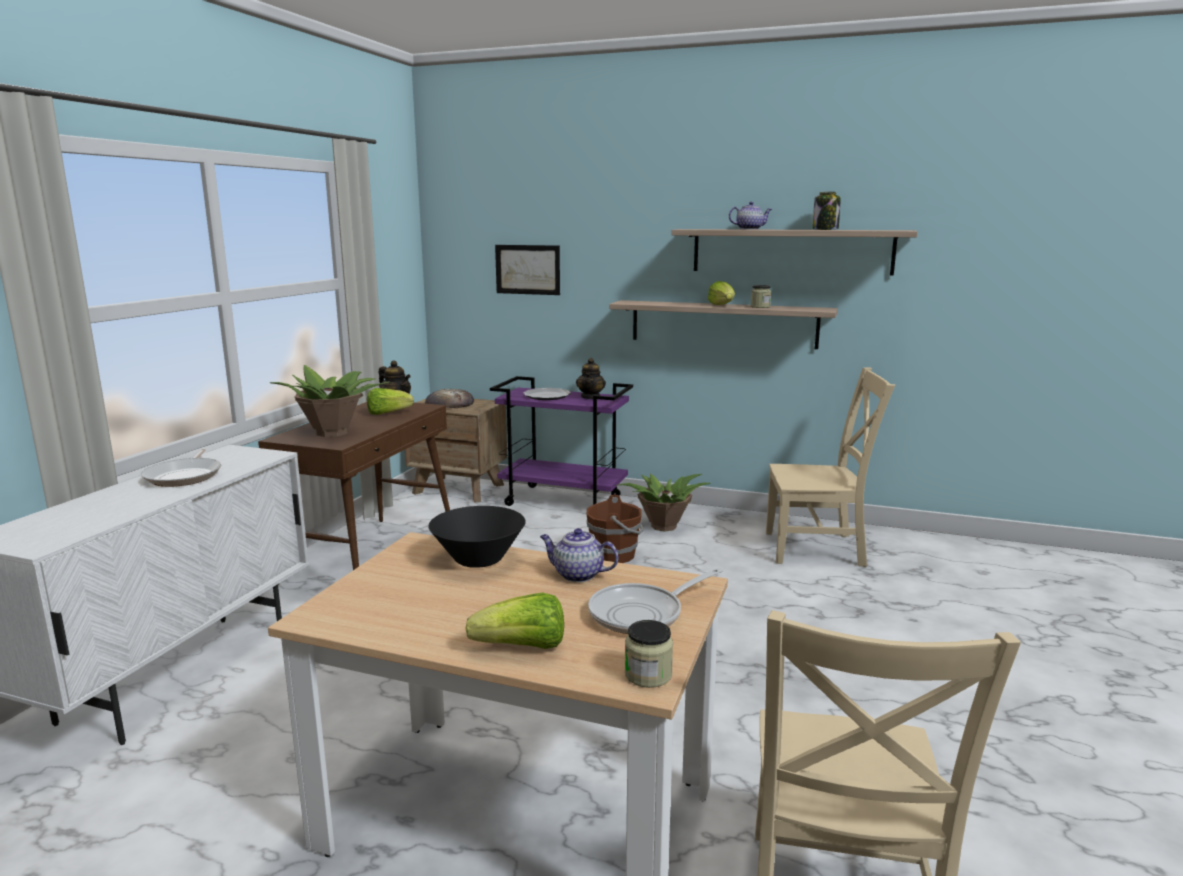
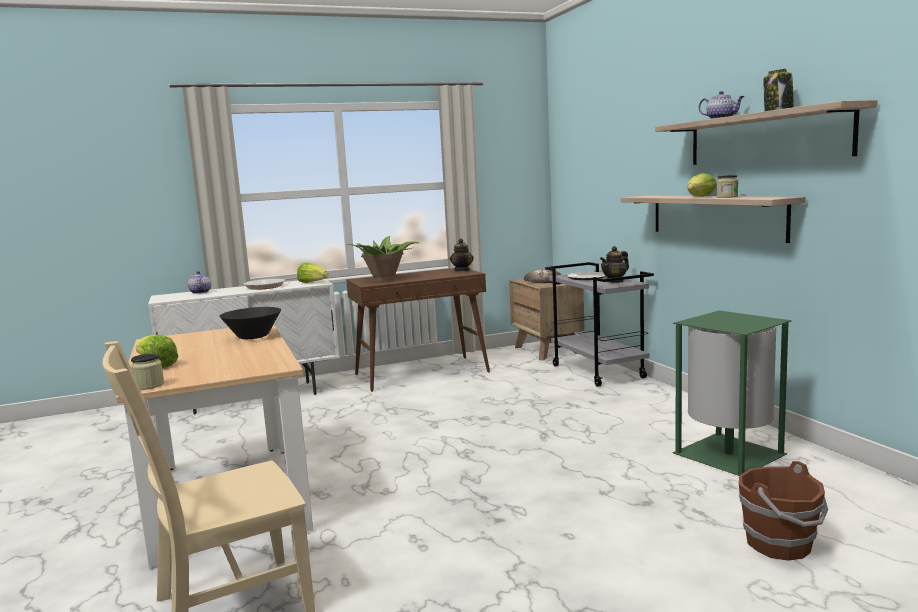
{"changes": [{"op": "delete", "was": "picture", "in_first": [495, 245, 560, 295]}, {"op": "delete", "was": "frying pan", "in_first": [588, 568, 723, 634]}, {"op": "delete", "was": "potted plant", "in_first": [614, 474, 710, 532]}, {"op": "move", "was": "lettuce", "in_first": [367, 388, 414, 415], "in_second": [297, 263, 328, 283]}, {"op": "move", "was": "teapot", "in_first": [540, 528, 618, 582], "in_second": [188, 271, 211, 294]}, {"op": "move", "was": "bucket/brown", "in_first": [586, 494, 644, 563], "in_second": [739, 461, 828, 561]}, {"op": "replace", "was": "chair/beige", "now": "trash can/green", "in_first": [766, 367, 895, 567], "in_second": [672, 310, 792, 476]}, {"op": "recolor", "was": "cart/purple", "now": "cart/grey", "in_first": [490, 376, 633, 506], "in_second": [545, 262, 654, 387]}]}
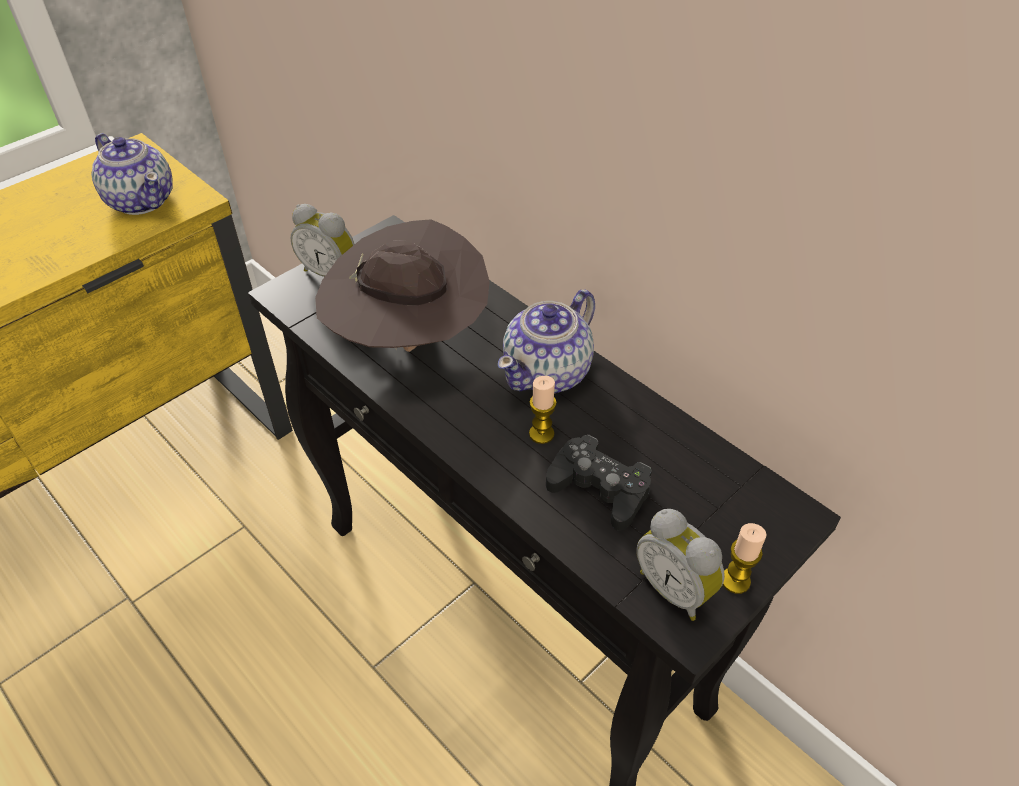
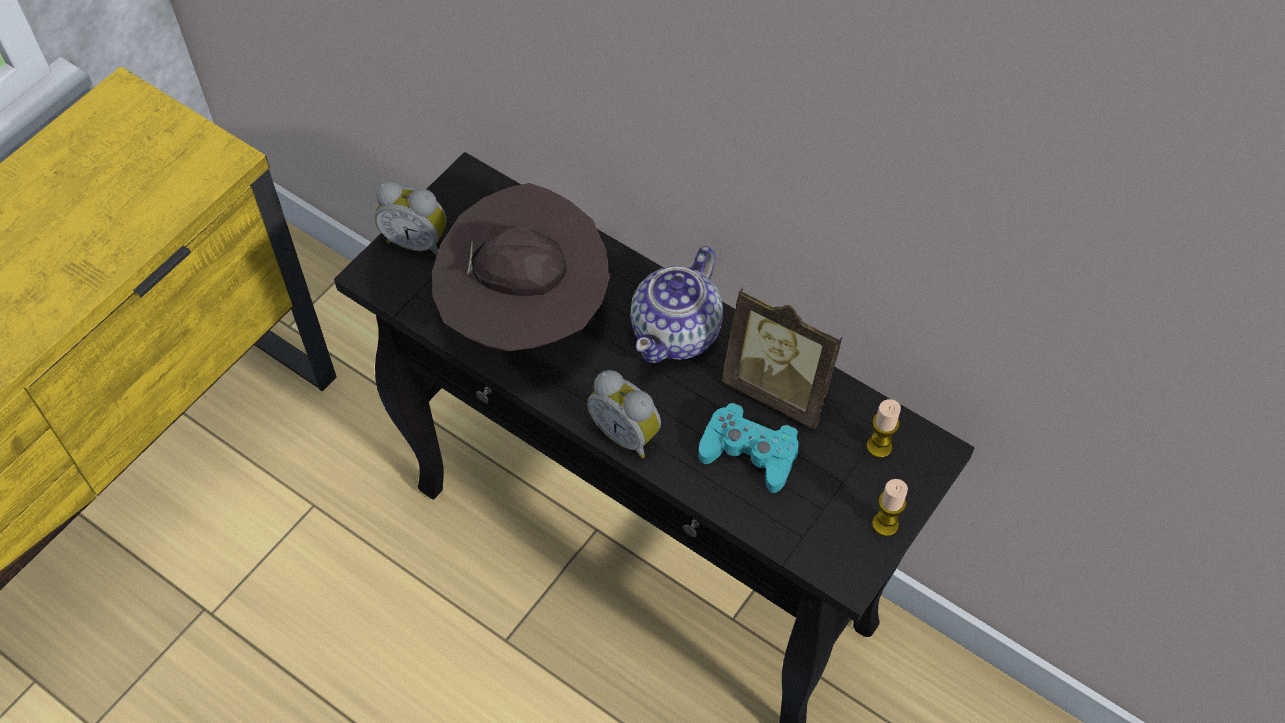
{"changes": [{"op": "delete", "was": "teapot", "in_first": [91, 133, 173, 215]}, {"op": "insert", "now": "picture frame", "in_second": [722, 287, 842, 429]}, {"op": "move", "was": "candle", "in_first": [529, 376, 557, 444], "in_second": [867, 399, 901, 458]}, {"op": "move", "was": "alarm clock", "in_first": [636, 509, 725, 621], "in_second": [587, 370, 661, 459]}, {"op": "recolor", "was": "game controller/black", "now": "game controller/turquoise", "in_first": [546, 435, 652, 531], "in_second": [699, 403, 799, 493]}]}
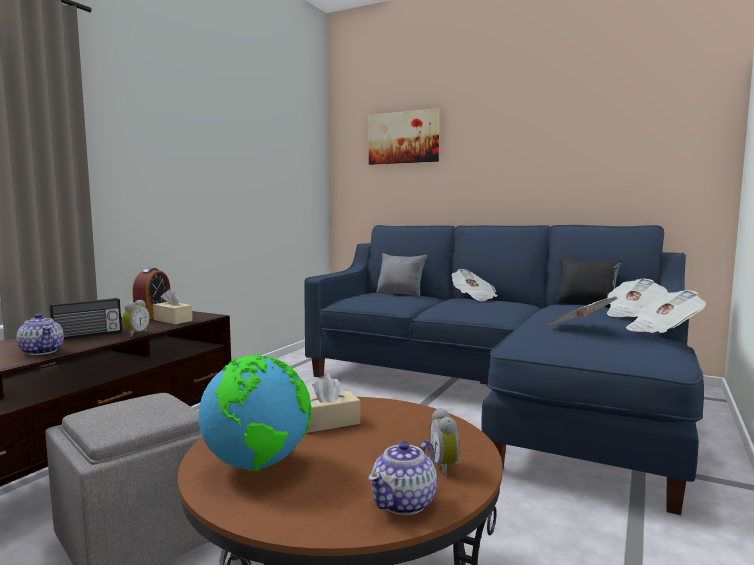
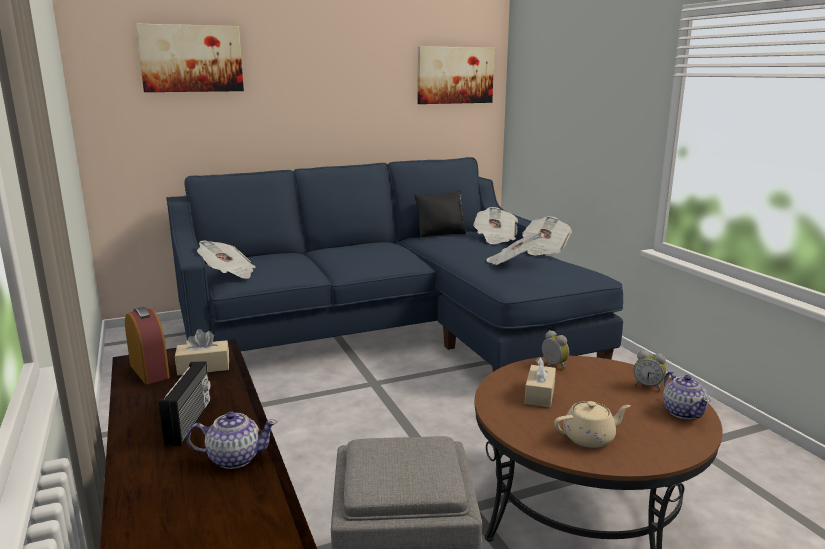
{"changes": [{"op": "delete", "was": "pillow/grey", "in_first": [376, 253, 427, 297]}, {"op": "insert", "now": "picture", "in_second": [418, 46, 494, 104]}, {"op": "move", "was": "alarm clock", "in_first": [122, 300, 150, 337], "in_second": [542, 330, 569, 369]}, {"op": "move", "was": "newspaper", "in_first": [451, 269, 498, 301], "in_second": [197, 241, 256, 279]}, {"op": "replace", "was": "globe", "now": "teapot/beige", "in_first": [198, 355, 312, 472], "in_second": [554, 401, 631, 448]}]}
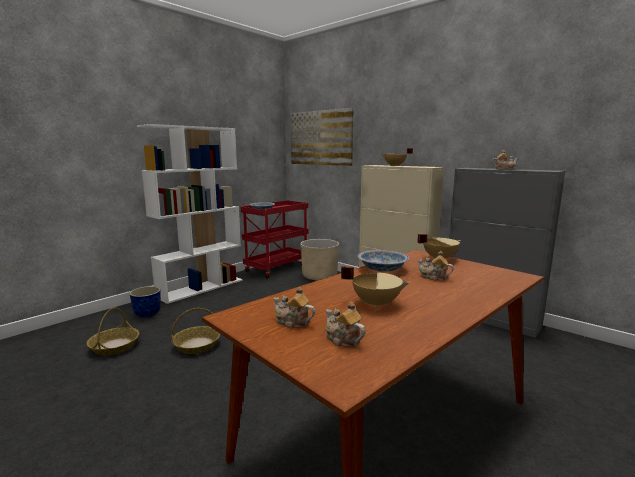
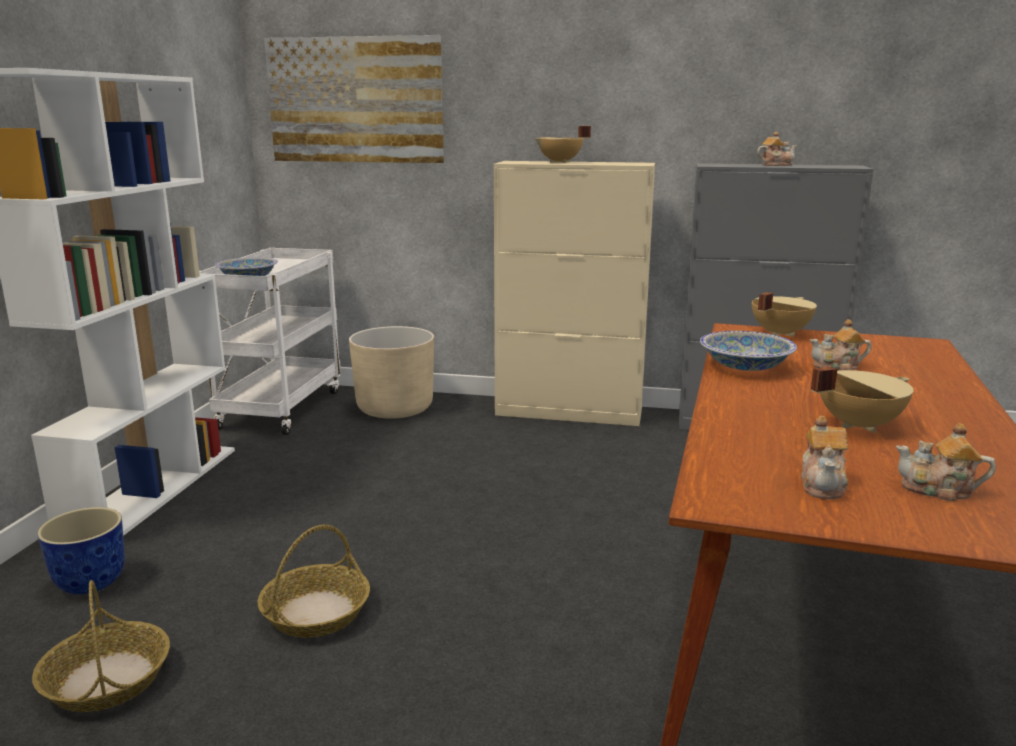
{"changes": [{"op": "recolor", "was": "cart/red", "now": "cart/white", "in_first": [241, 200, 308, 279], "in_second": [199, 248, 341, 435]}, {"op": "rotate", "was": "teapot", "in_first": [273, 287, 315, 328], "in_second": [801, 416, 848, 499], "clockwise": -75}]}
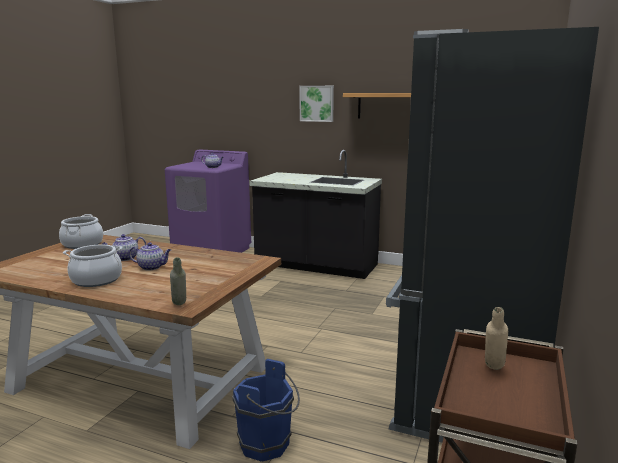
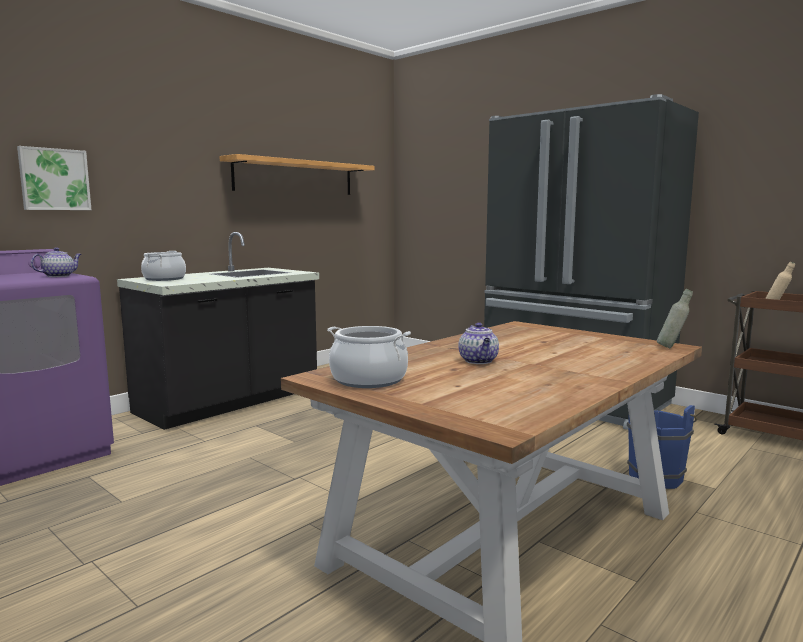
{"changes": [{"op": "delete", "was": "teapot", "in_first": [129, 242, 171, 270]}, {"op": "move", "was": "cooking pot", "in_first": [63, 245, 123, 287], "in_second": [141, 251, 186, 281]}, {"op": "move", "was": "picture", "in_first": [300, 86, 334, 122], "in_second": [17, 146, 91, 210]}]}
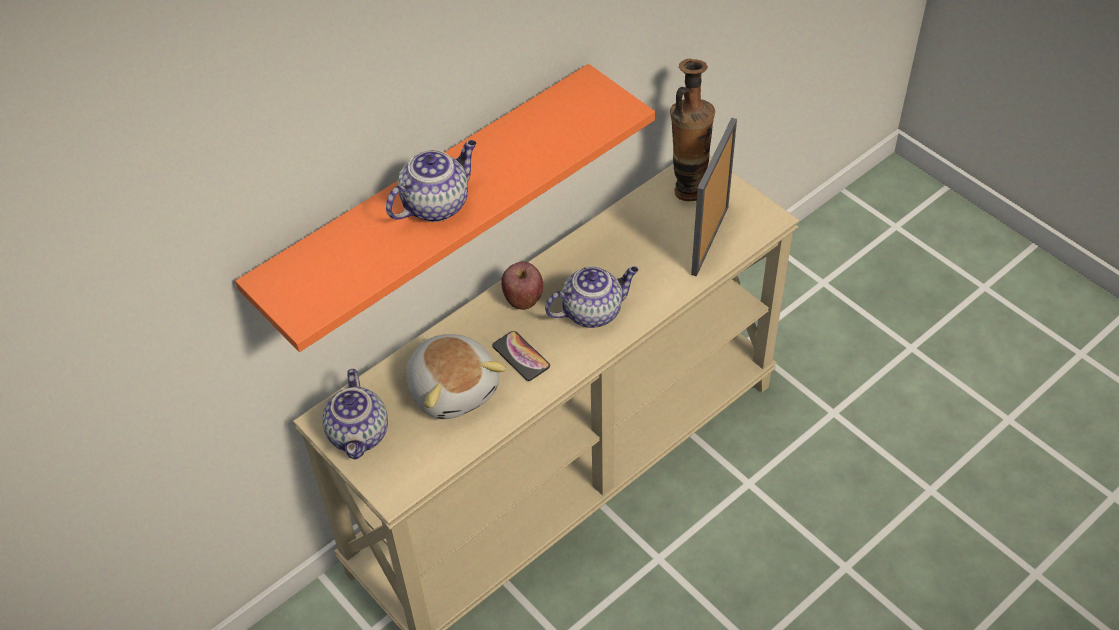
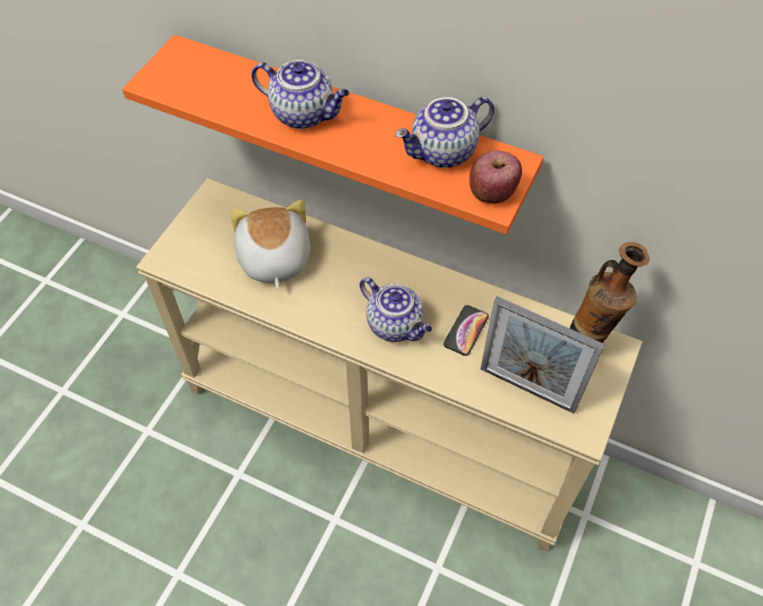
{"changes": [{"op": "move", "was": "teapot", "in_first": [322, 369, 388, 460], "in_second": [395, 97, 494, 168]}, {"op": "move", "was": "phone", "in_first": [492, 331, 550, 381], "in_second": [443, 305, 489, 356]}, {"op": "move", "was": "apple", "in_first": [501, 262, 543, 310], "in_second": [469, 150, 522, 204]}, {"op": "rotate", "was": "plush toy", "in_first": [406, 334, 507, 419], "in_second": [230, 200, 310, 289], "clockwise": 135}, {"op": "rotate", "was": "picture frame", "in_first": [691, 118, 737, 276], "in_second": [481, 296, 605, 414], "clockwise": -150}]}
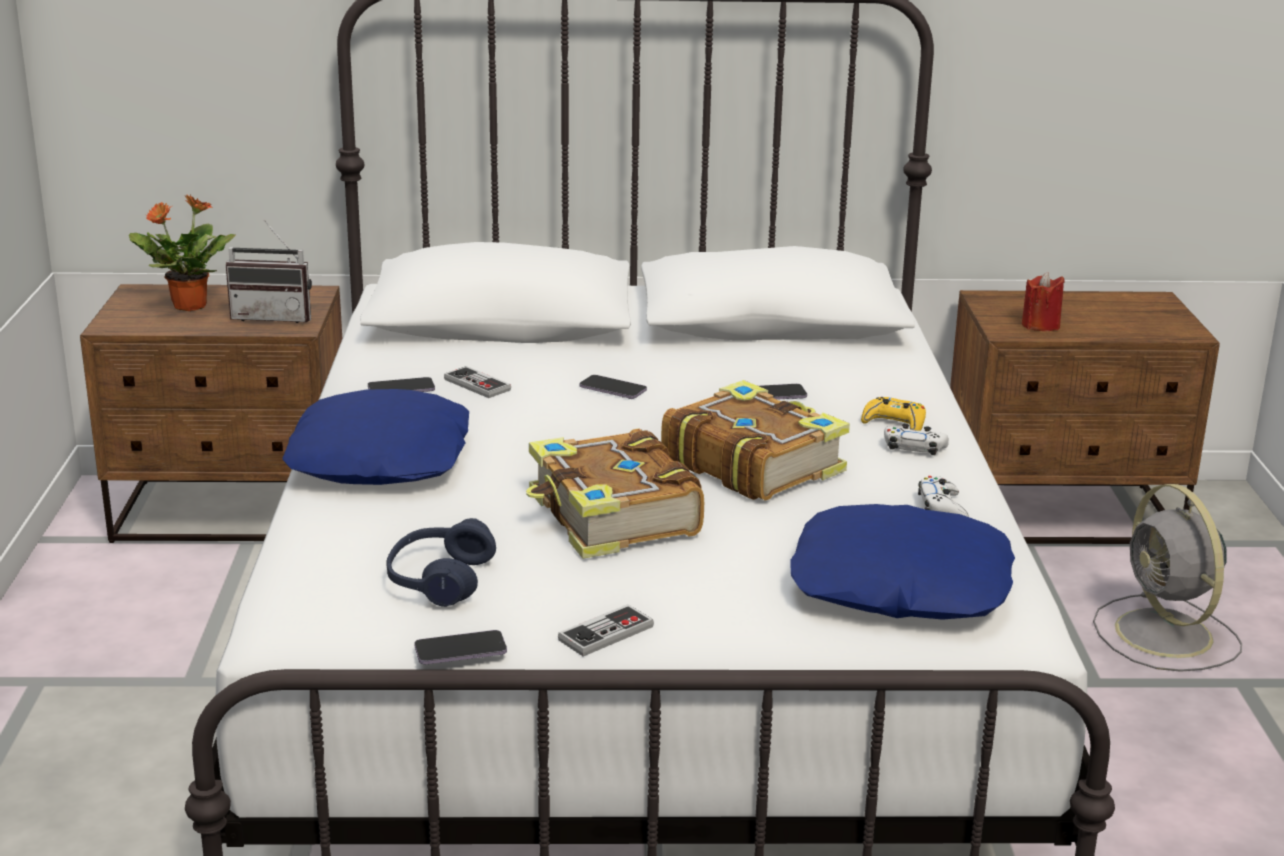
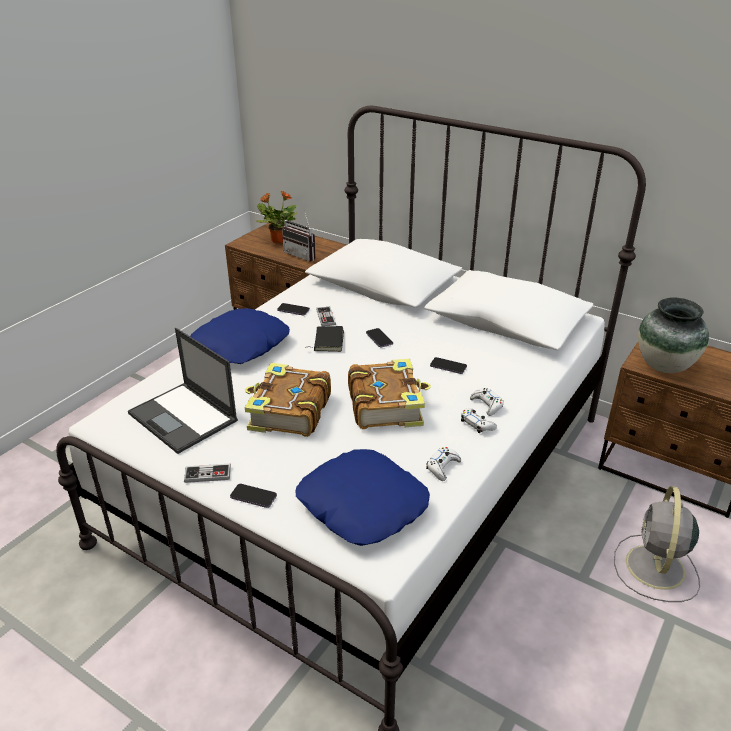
{"changes": [{"op": "insert", "now": "book/black", "in_second": [305, 326, 344, 352]}, {"op": "move", "was": "phone", "in_first": [414, 630, 507, 664], "in_second": [230, 484, 277, 508]}, {"op": "replace", "was": "headphones/blue", "now": "laptop", "in_first": [386, 518, 496, 607], "in_second": [128, 328, 238, 454]}, {"op": "replace", "was": "candle/red", "now": "vase", "in_first": [1022, 272, 1065, 331], "in_second": [638, 297, 709, 373]}, {"op": "recolor", "was": "game controller/yellow", "now": "game controller/white", "in_first": [861, 397, 926, 431], "in_second": [470, 388, 504, 416]}]}
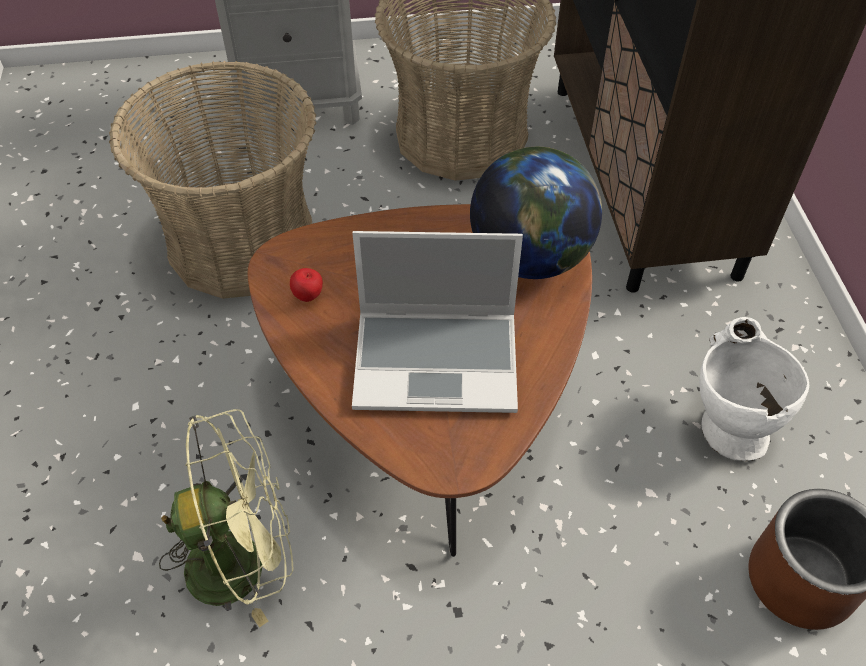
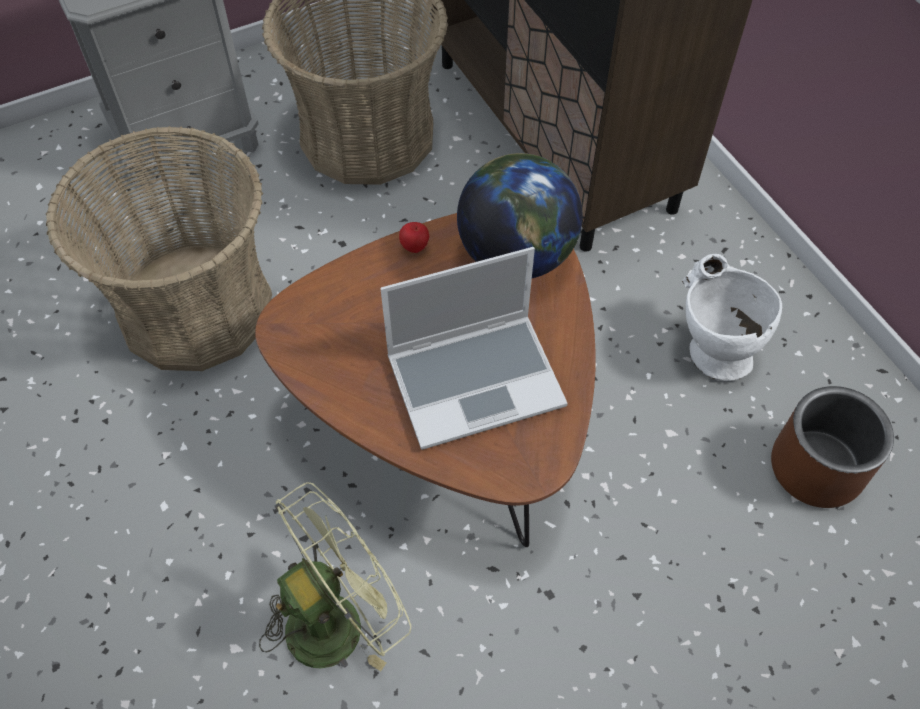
{"changes": [{"op": "move", "was": "apple", "in_first": [290, 268, 323, 302], "in_second": [399, 222, 429, 253]}]}
